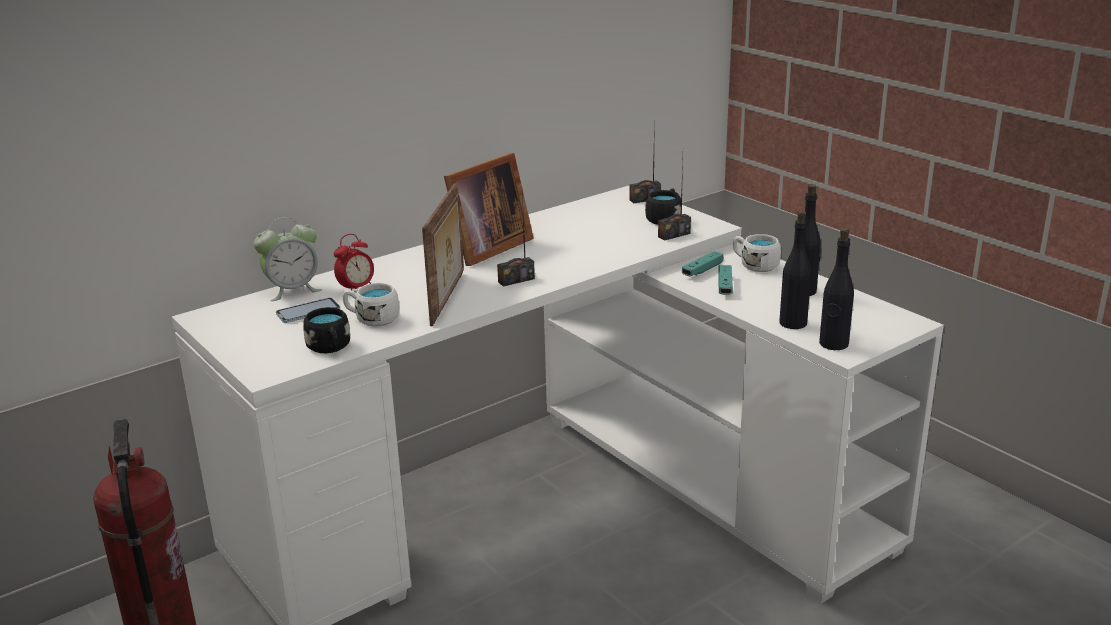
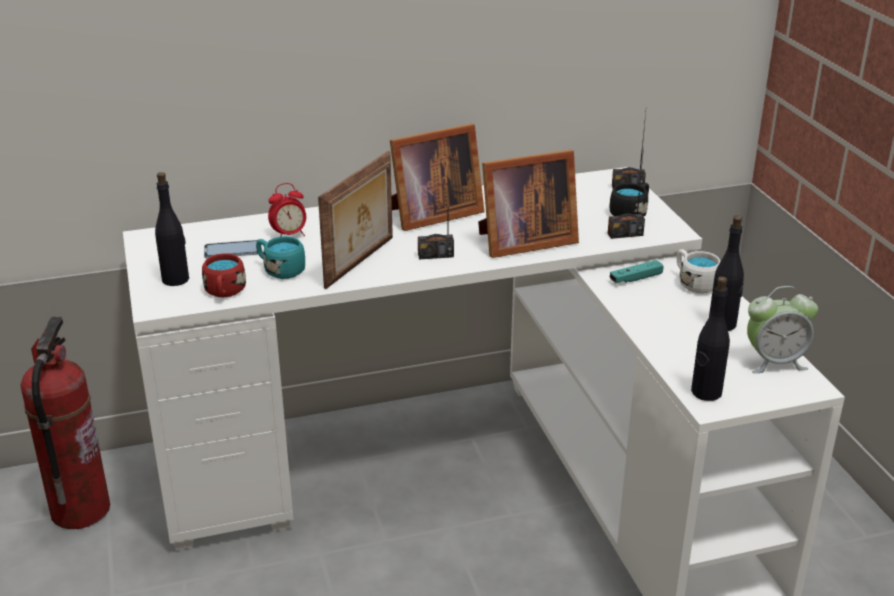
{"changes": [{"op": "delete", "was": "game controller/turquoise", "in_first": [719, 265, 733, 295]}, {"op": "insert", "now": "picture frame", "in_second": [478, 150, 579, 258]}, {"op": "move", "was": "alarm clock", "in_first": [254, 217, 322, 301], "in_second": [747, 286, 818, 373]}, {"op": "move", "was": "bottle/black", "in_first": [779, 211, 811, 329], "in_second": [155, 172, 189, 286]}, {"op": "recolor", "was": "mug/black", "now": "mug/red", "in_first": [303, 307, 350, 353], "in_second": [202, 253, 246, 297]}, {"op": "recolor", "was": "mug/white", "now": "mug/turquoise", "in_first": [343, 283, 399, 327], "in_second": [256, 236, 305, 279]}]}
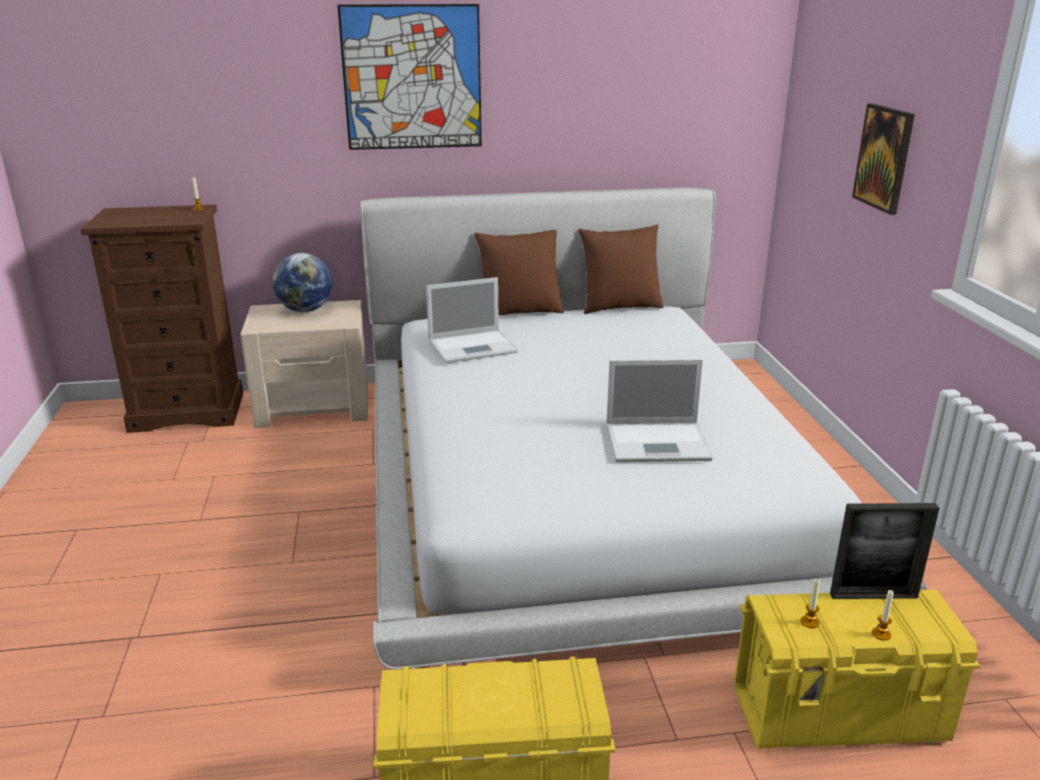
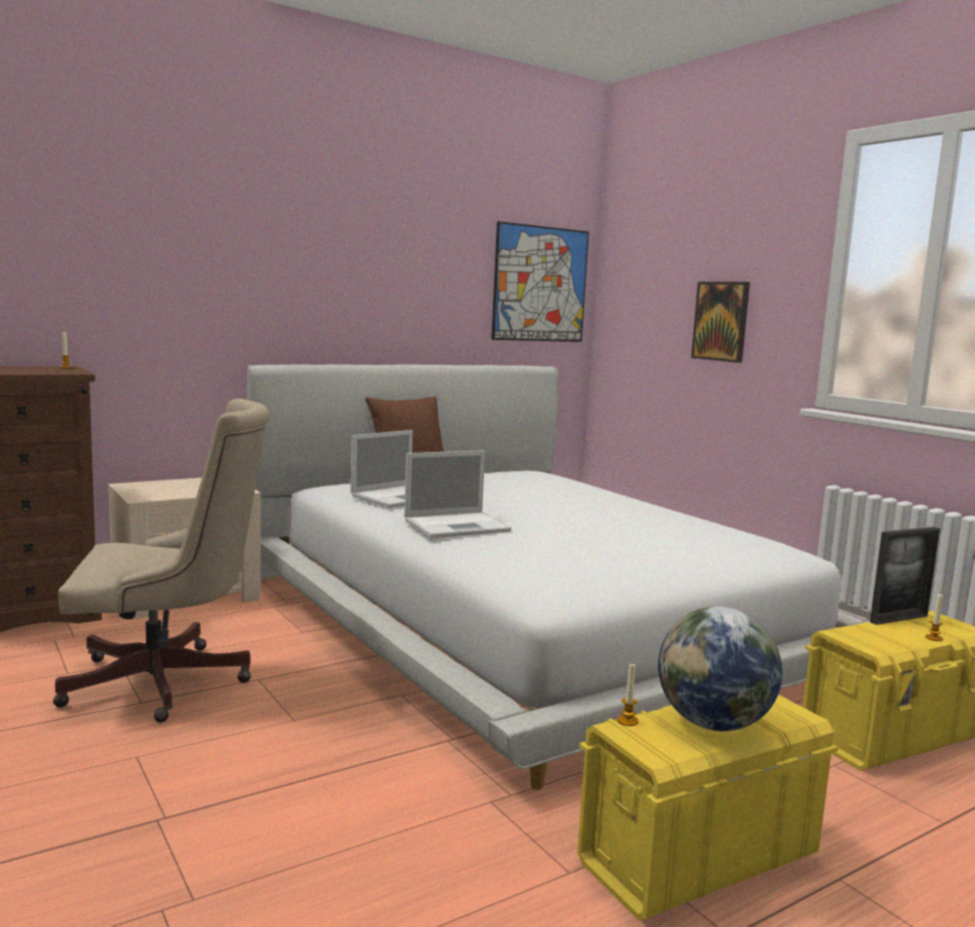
{"changes": [{"op": "delete", "was": "pillow/brown", "in_first": [578, 224, 664, 314]}, {"op": "insert", "now": "office chair/beige", "in_second": [53, 398, 270, 723]}, {"op": "move", "was": "globe", "in_first": [272, 253, 333, 312], "in_second": [658, 606, 782, 731]}, {"op": "move", "was": "picture", "in_first": [337, 4, 482, 150], "in_second": [491, 221, 589, 342]}, {"op": "move", "was": "laptop", "in_first": [606, 359, 713, 462], "in_second": [404, 450, 511, 538]}, {"op": "move", "was": "candle", "in_first": [801, 579, 820, 628], "in_second": [617, 663, 638, 726]}]}
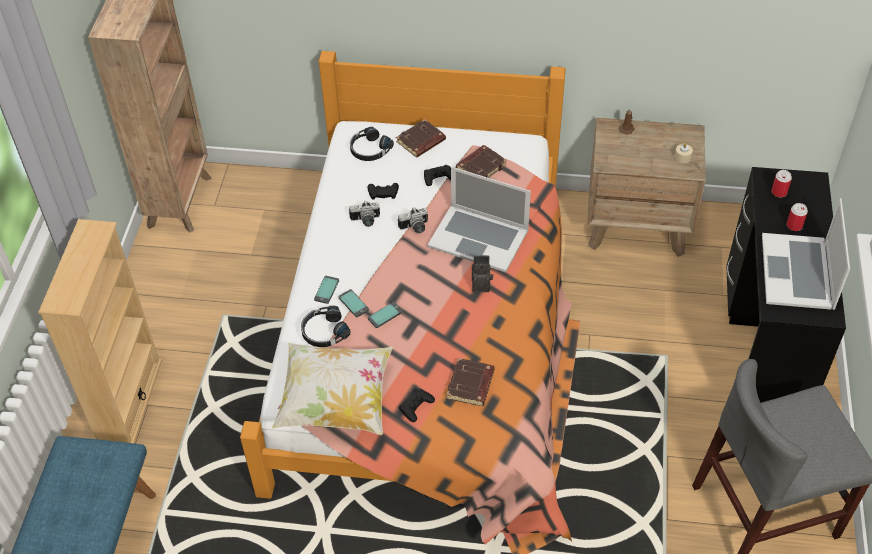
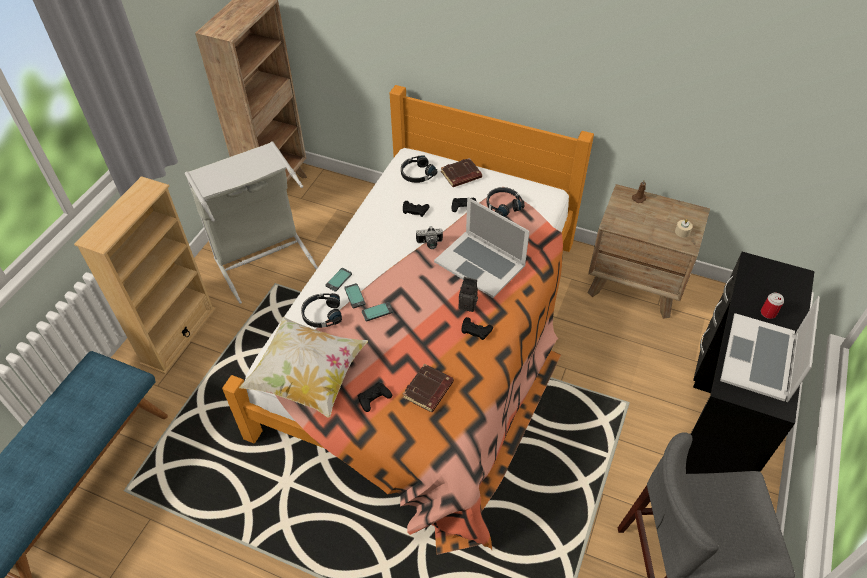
{"changes": [{"op": "delete", "was": "photo camera", "in_first": [349, 200, 380, 227]}, {"op": "delete", "was": "can", "in_first": [771, 170, 792, 198]}, {"op": "insert", "now": "laundry basket/grey", "in_second": [185, 141, 318, 304]}, {"op": "insert", "now": "game controller/black", "in_second": [462, 317, 493, 340]}, {"op": "replace", "was": "book/brown", "now": "headphones/black", "in_first": [456, 145, 507, 178], "in_second": [487, 187, 525, 216]}]}
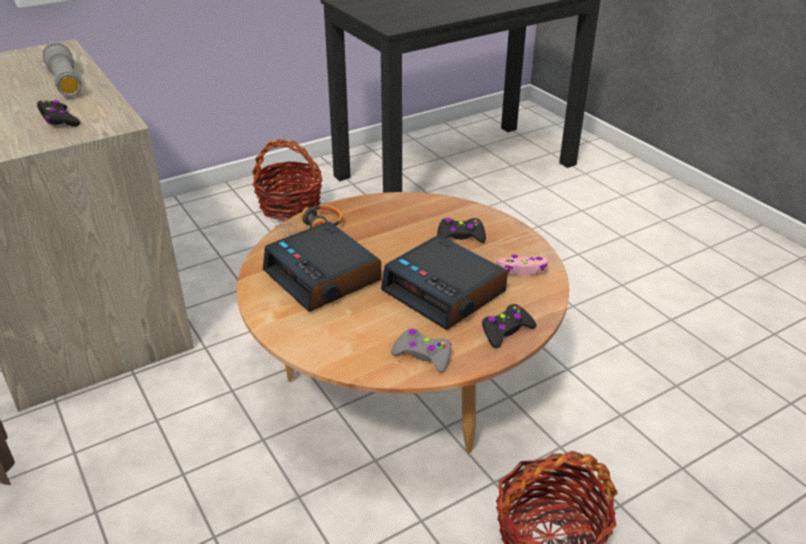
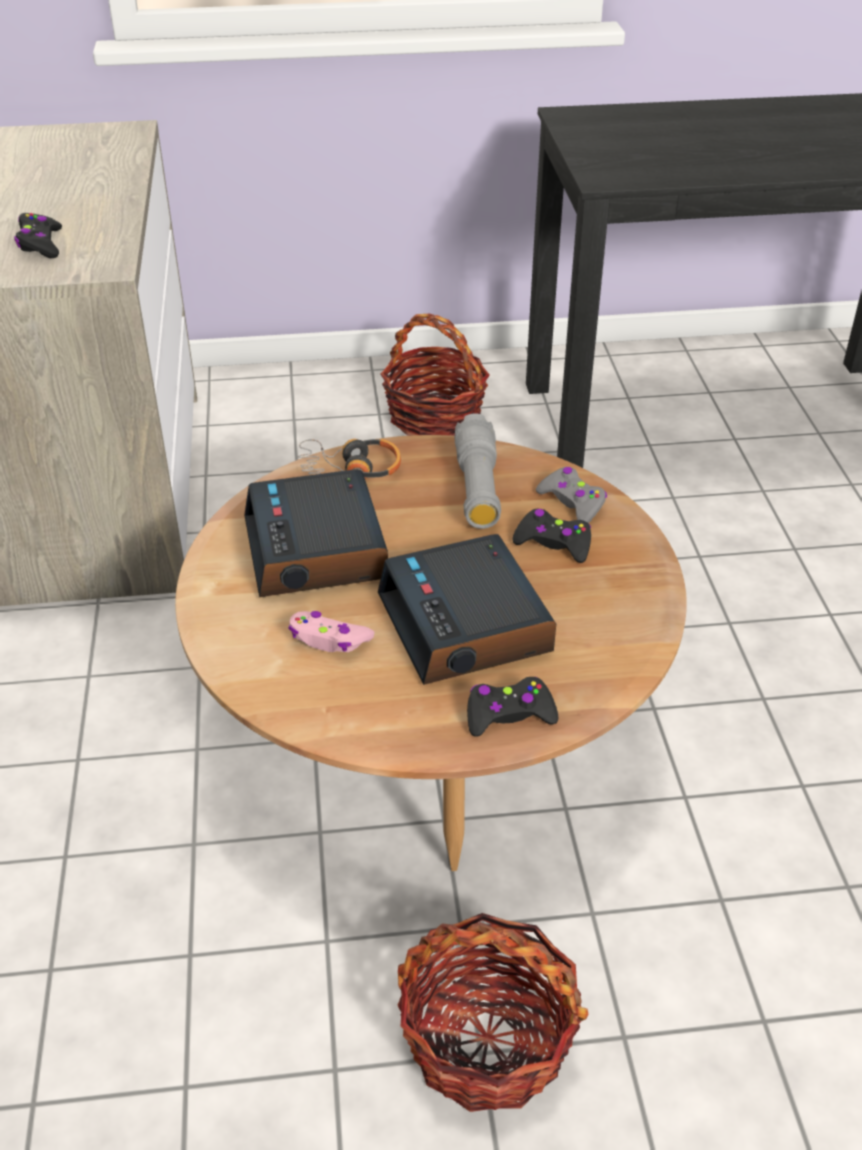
{"changes": [{"op": "move", "was": "flashlight/grey", "in_first": [42, 41, 82, 96], "in_second": [454, 414, 501, 529]}, {"op": "move", "was": "game controller/grey", "in_first": [391, 328, 451, 373], "in_second": [536, 467, 607, 523]}, {"op": "move", "was": "game controller/pink", "in_first": [496, 255, 548, 275], "in_second": [288, 611, 375, 652]}]}
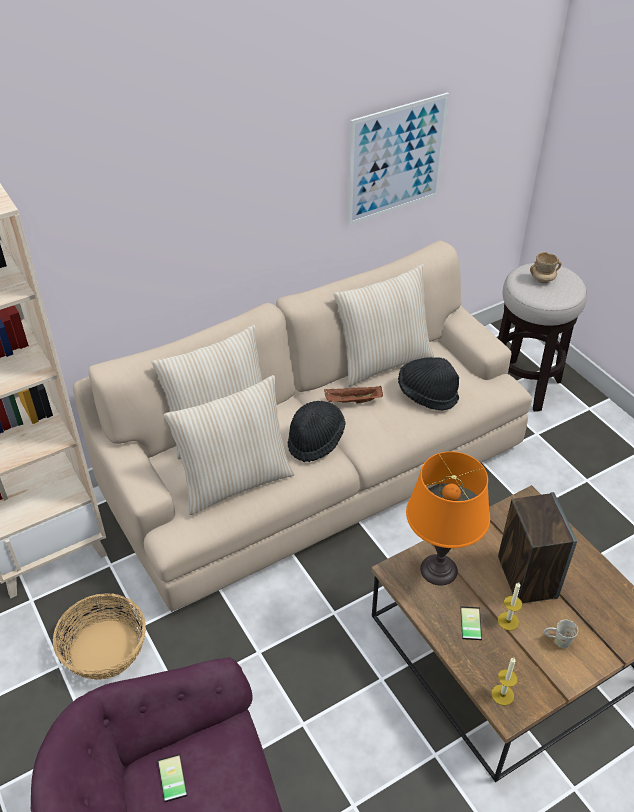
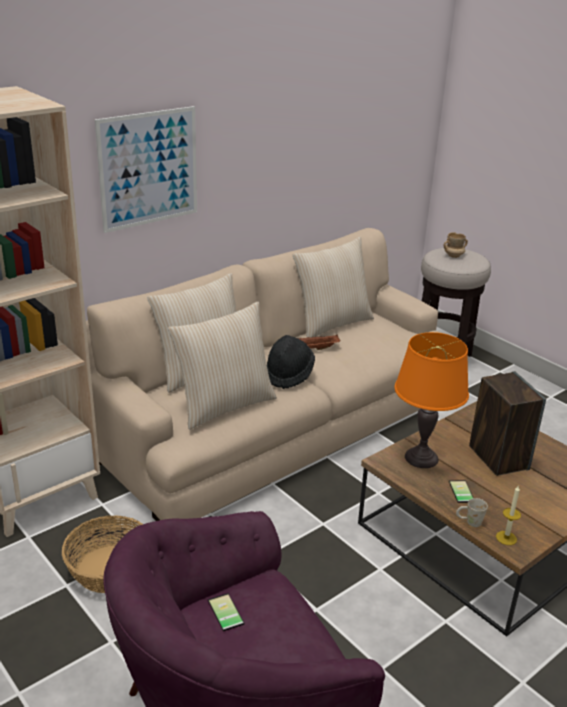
{"changes": [{"op": "delete", "was": "hat/black", "in_first": [398, 357, 459, 411]}, {"op": "delete", "was": "candle", "in_first": [498, 582, 522, 631]}, {"op": "move", "was": "picture", "in_first": [348, 92, 449, 225], "in_second": [95, 106, 197, 233]}, {"op": "move", "was": "mug/white", "in_first": [544, 620, 578, 649], "in_second": [456, 498, 488, 527]}]}
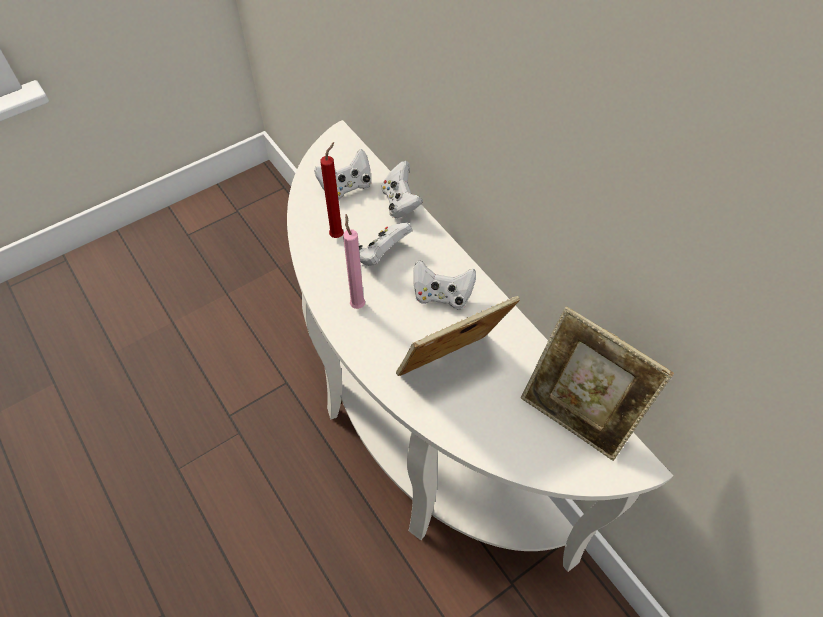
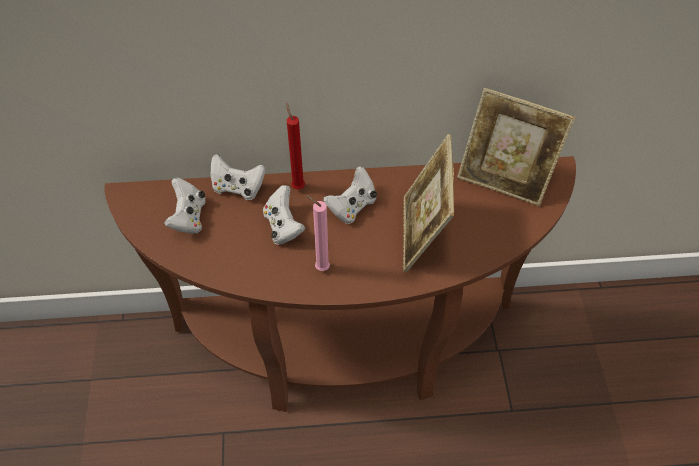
{"changes": [{"op": "move", "was": "candle/red", "in_first": [320, 142, 344, 238], "in_second": [286, 103, 305, 189]}, {"op": "recolor", "was": "console table/white", "now": "console table/brown", "in_first": [287, 120, 674, 572], "in_second": [104, 156, 576, 412]}, {"op": "rotate", "was": "picture frame", "in_first": [521, 306, 674, 461], "in_second": [457, 88, 575, 206], "clockwise": 45}]}
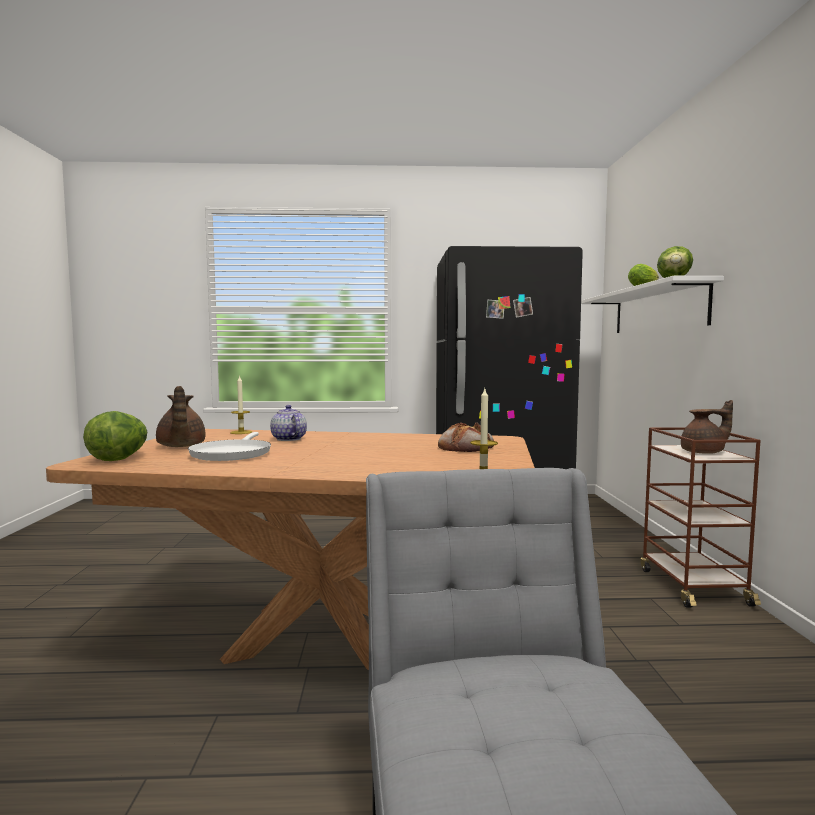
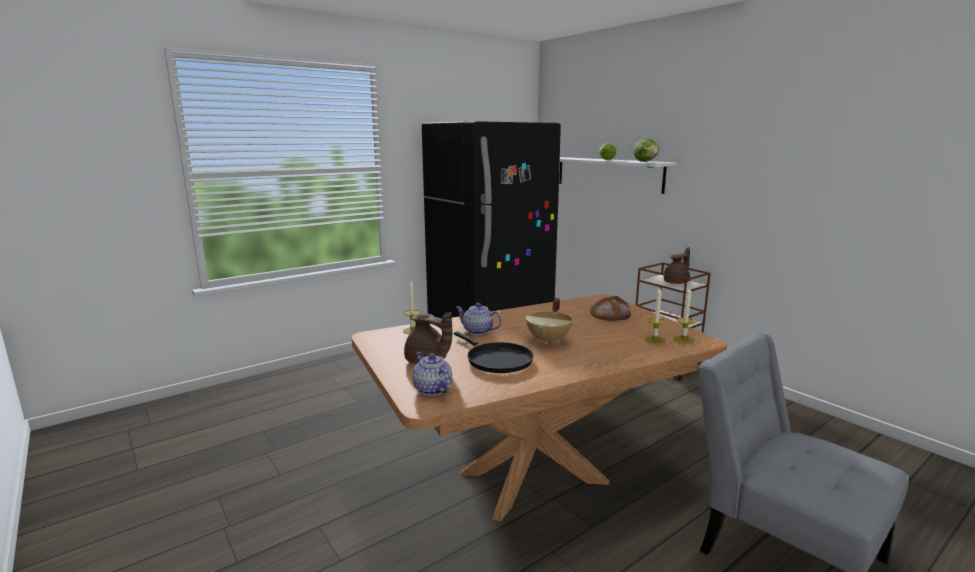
{"changes": [{"op": "insert", "now": "cooking pot/beige", "in_second": [526, 298, 573, 344]}, {"op": "insert", "now": "candle", "in_second": [644, 288, 666, 344]}, {"op": "replace", "was": "lettuce", "now": "teapot", "in_first": [83, 411, 147, 461], "in_second": [412, 352, 452, 396]}, {"op": "recolor", "was": "frying pan/white", "now": "frying pan/black", "in_first": [188, 432, 271, 461], "in_second": [454, 331, 534, 373]}]}
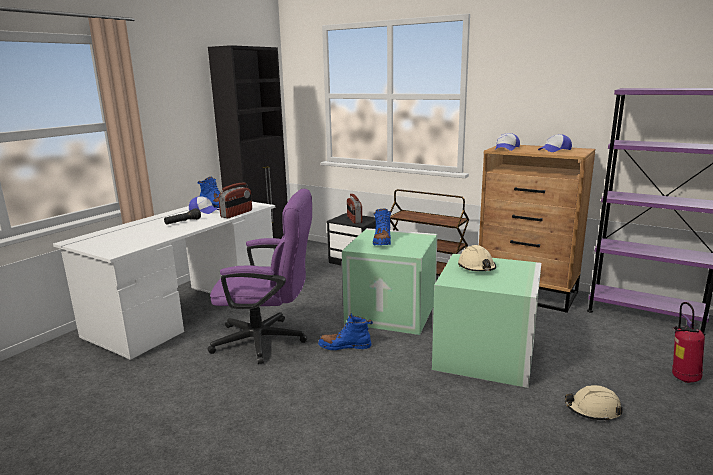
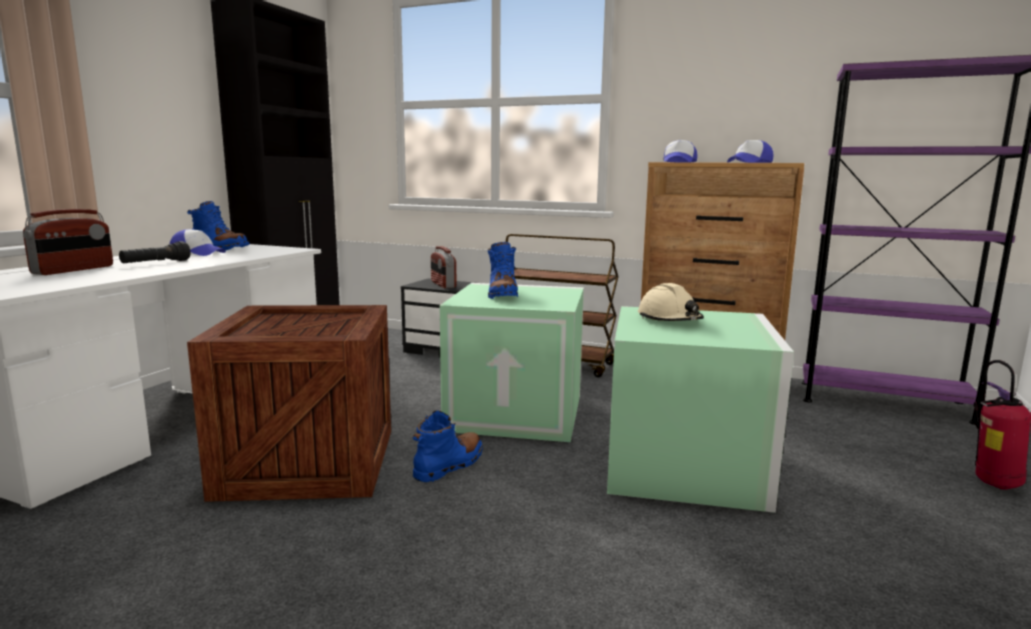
{"changes": [{"op": "delete", "was": "hard hat/beige", "in_first": [565, 385, 622, 422]}, {"op": "move", "was": "radio", "in_first": [218, 182, 252, 218], "in_second": [23, 209, 113, 275]}, {"op": "replace", "was": "office chair/purple", "now": "crate", "in_first": [208, 189, 312, 364], "in_second": [187, 305, 391, 502]}, {"op": "rotate", "was": "boot/blue", "in_first": [318, 313, 373, 350], "in_second": [413, 411, 483, 482], "clockwise": 135}]}
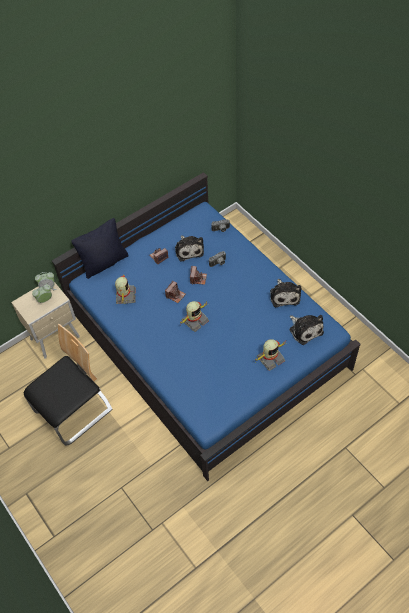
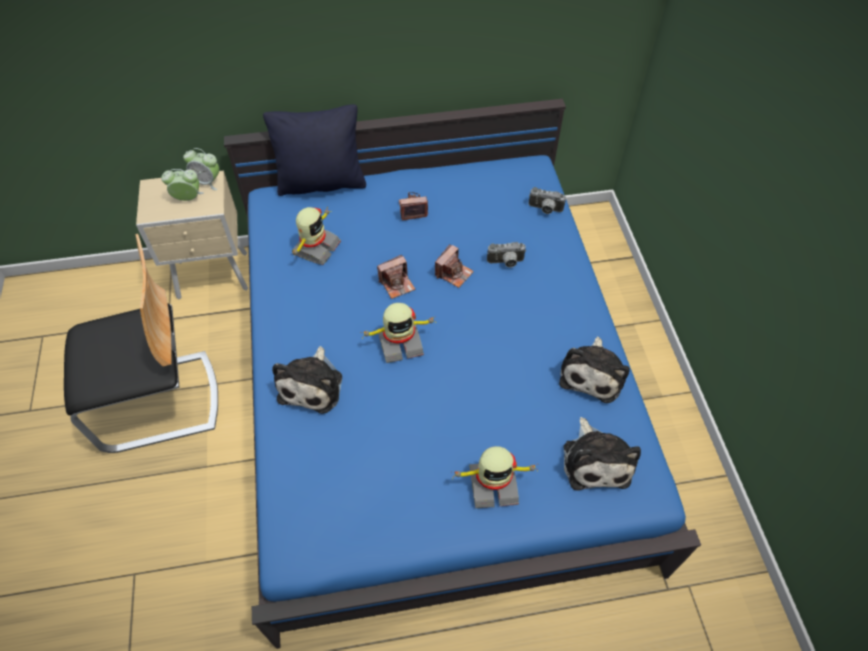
{"changes": [{"op": "move", "was": "plush toy", "in_first": [175, 235, 204, 262], "in_second": [272, 346, 342, 414]}]}
